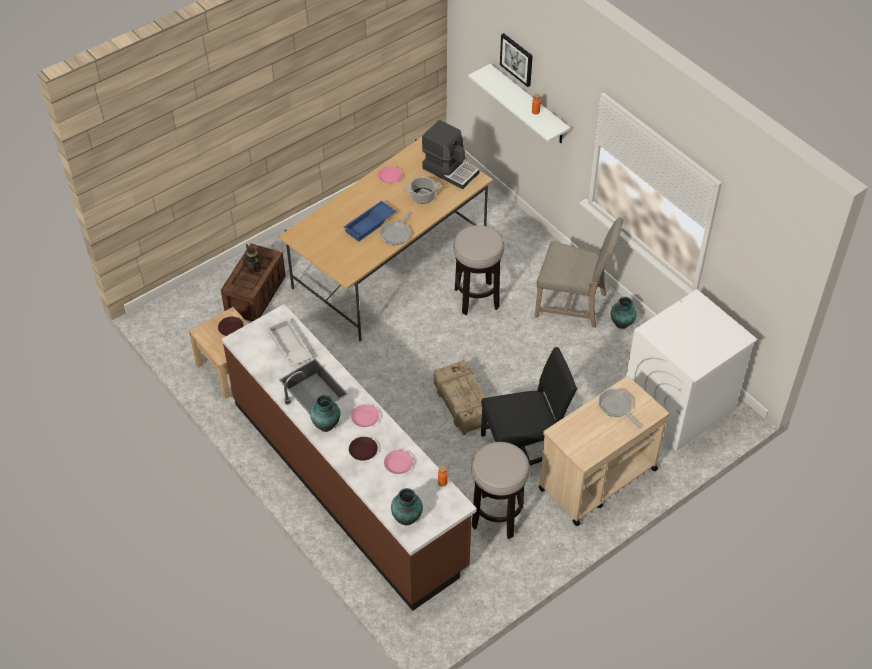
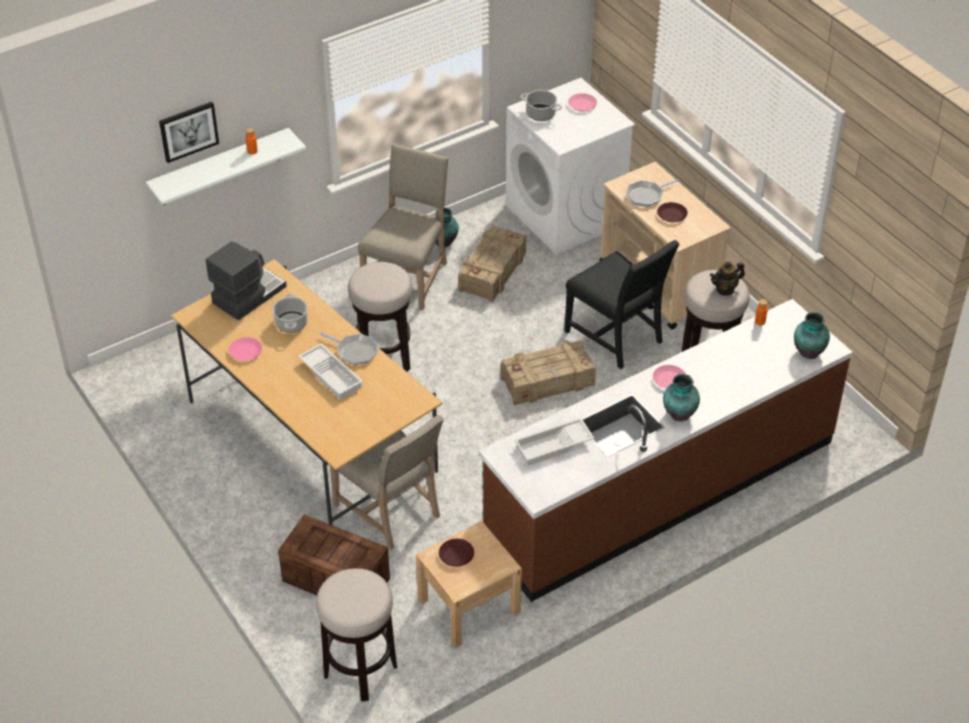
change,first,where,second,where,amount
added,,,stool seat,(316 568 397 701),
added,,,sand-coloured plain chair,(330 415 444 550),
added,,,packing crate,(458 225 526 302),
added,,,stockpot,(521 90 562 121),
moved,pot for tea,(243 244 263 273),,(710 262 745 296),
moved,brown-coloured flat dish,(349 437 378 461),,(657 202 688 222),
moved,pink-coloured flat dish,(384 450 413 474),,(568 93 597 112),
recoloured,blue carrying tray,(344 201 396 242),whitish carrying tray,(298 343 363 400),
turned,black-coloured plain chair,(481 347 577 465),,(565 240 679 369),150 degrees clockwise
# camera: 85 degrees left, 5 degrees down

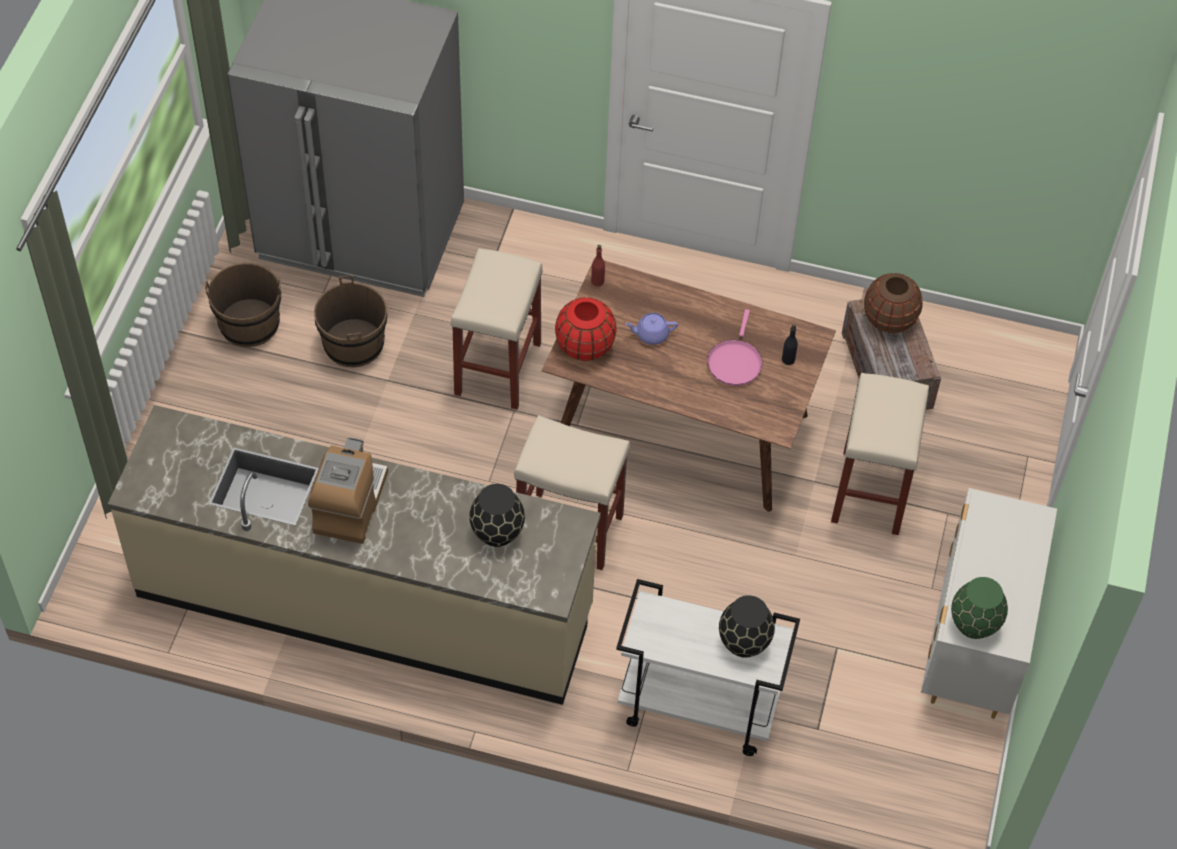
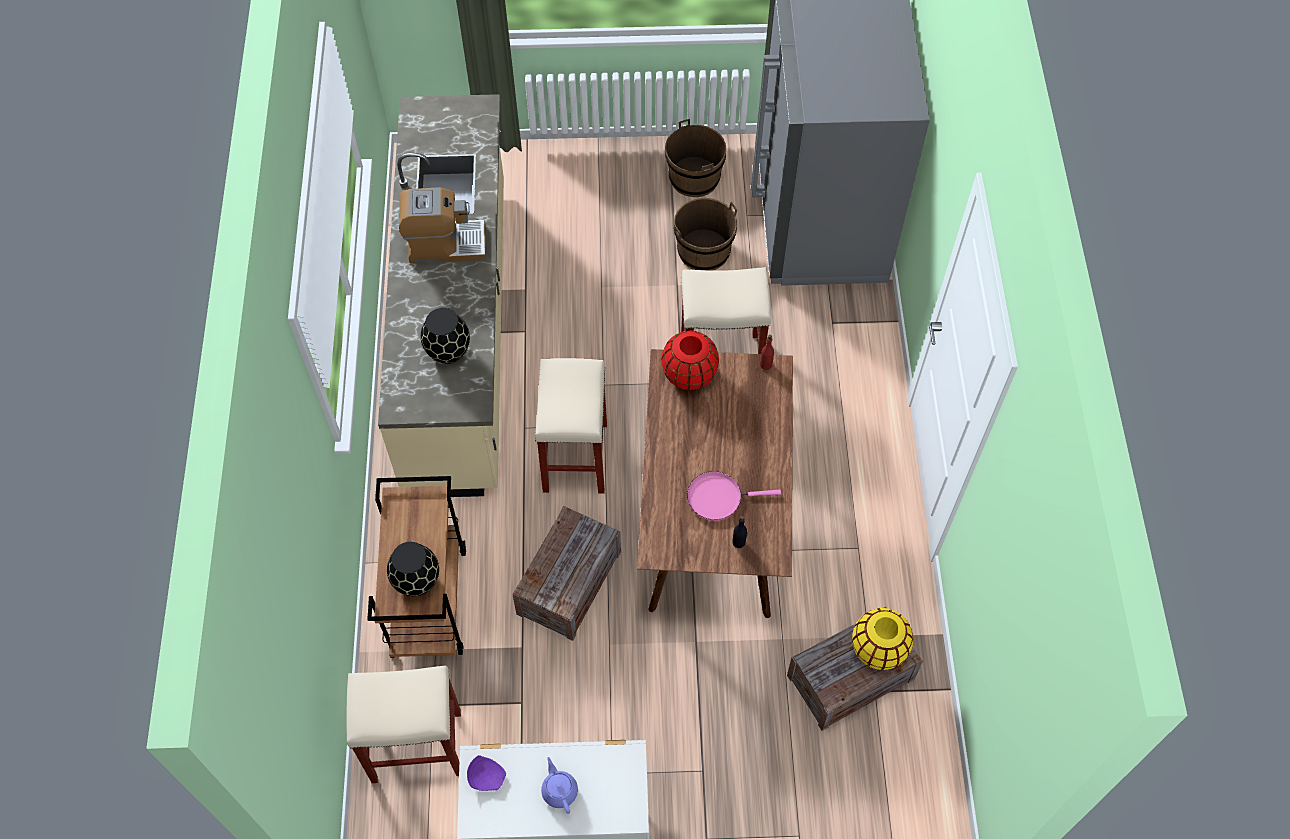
change,first,where,second,where,amount
added,,,packing crate,(512 506 621 641),
moved,purple-coloured pot for tea,(625 313 678 345),,(541 757 578 814),
moved,sand-coloured stool seat,(831 373 929 535),,(346 665 461 783),
replaced,green flower vase,(951 577 1008 639),purple-coloured flat dish,(467 755 506 791),
recoloured,whitish cart,(616 579 800 756),brown-coloured cart,(367 476 466 658),
recoloured,brown-coloured flower vase,(864 273 923 333),yellow flower vase,(852 608 913 670),
# camera: 75 degrees right, 5 degrees up

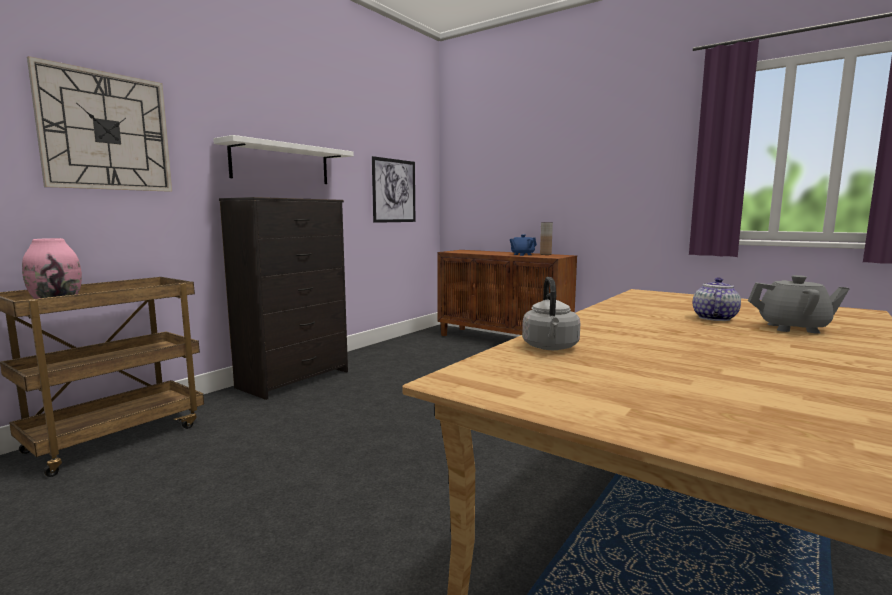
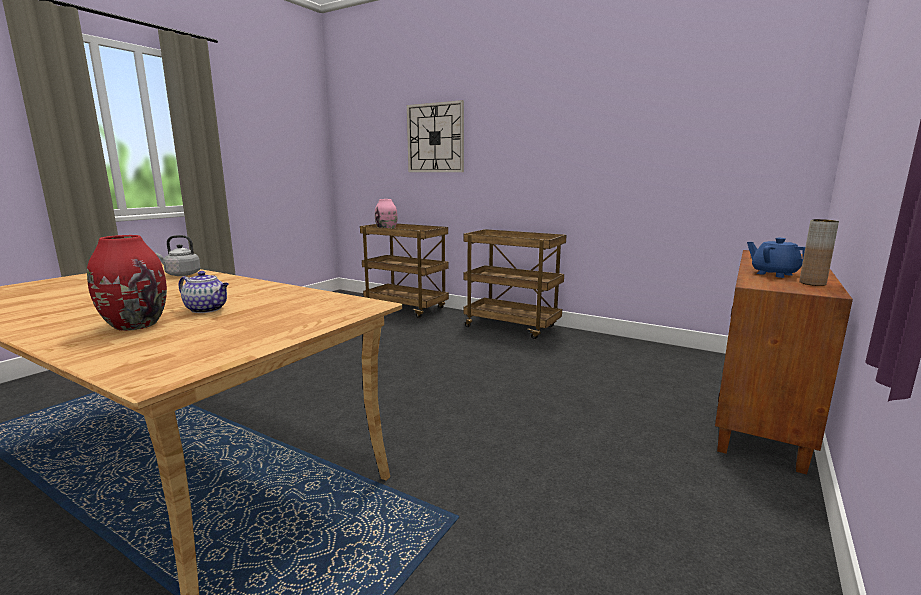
change,first,where,second,where,amount
removed,whitish shelf,(213 135 354 184),,,
removed,wall picture,(372 156 415 223),,,
replaced,black-coloured drawer chest,(219 197 348 400),brown-coloured cart,(463 229 567 339),
replaced,greyish pot for tea,(748 275 850 334),red flower vase,(87 235 167 331),
# camera: 85 degrees right, 5 degrees up

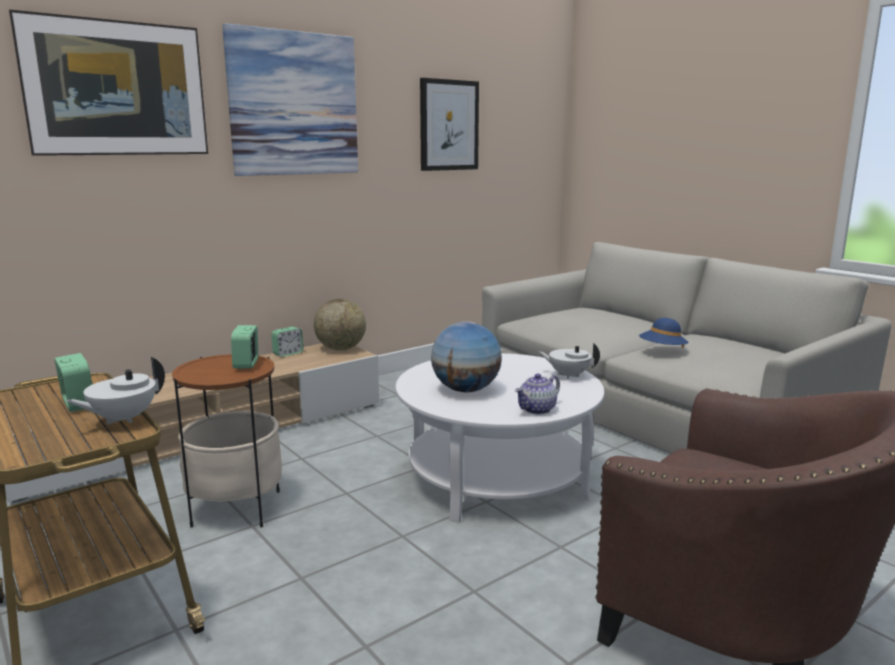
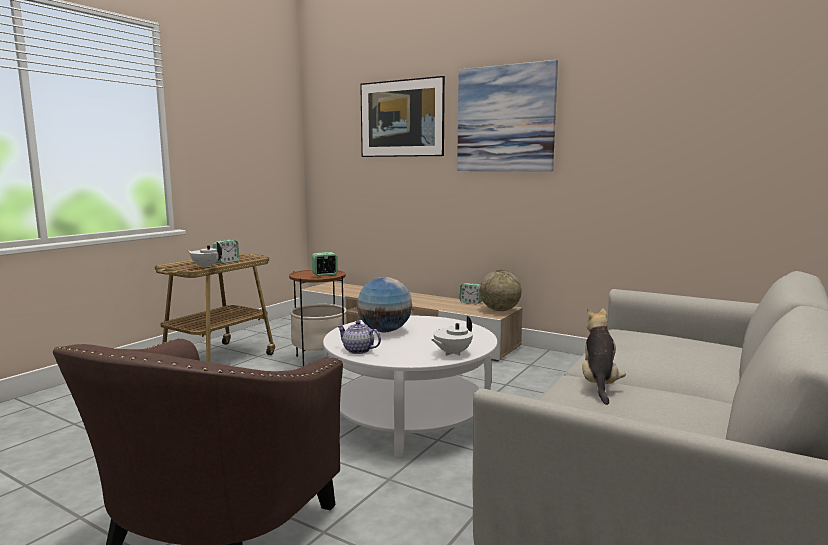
change,first,where,second,where,amount
removed,wall picture,(420 78 479 171),,,
replaced,blue hat,(639 318 688 348),soft toy,(582 308 626 405),
turned,whitish pot for tea,(538 343 600 379),,(431 316 473 356),135 degrees counterclockwise
# camera: 70 degrees right, 5 degrees down

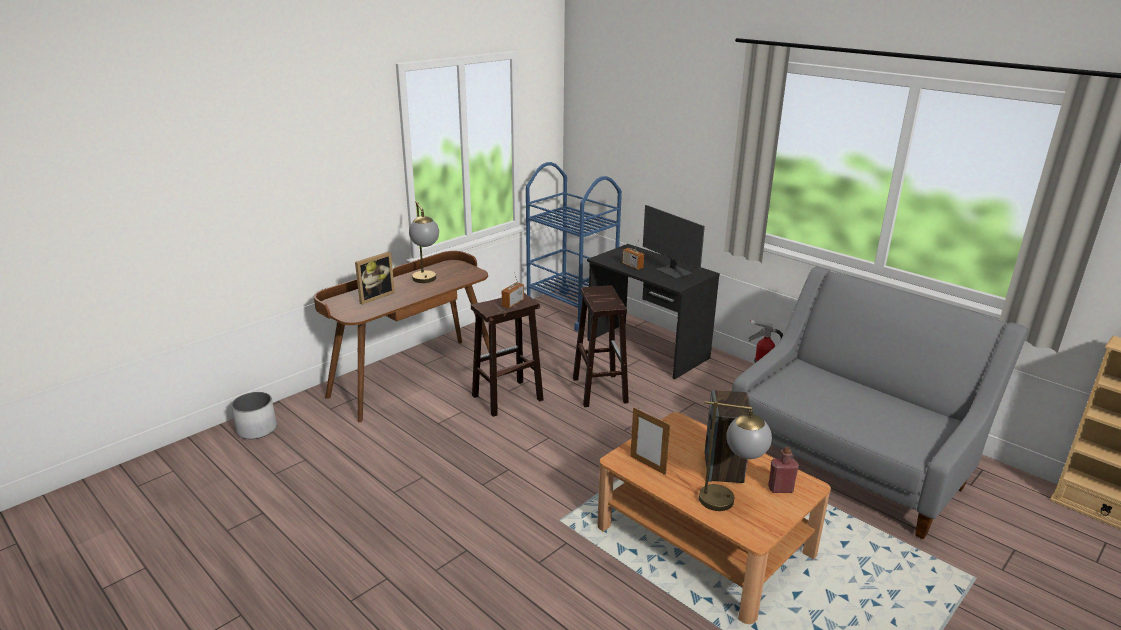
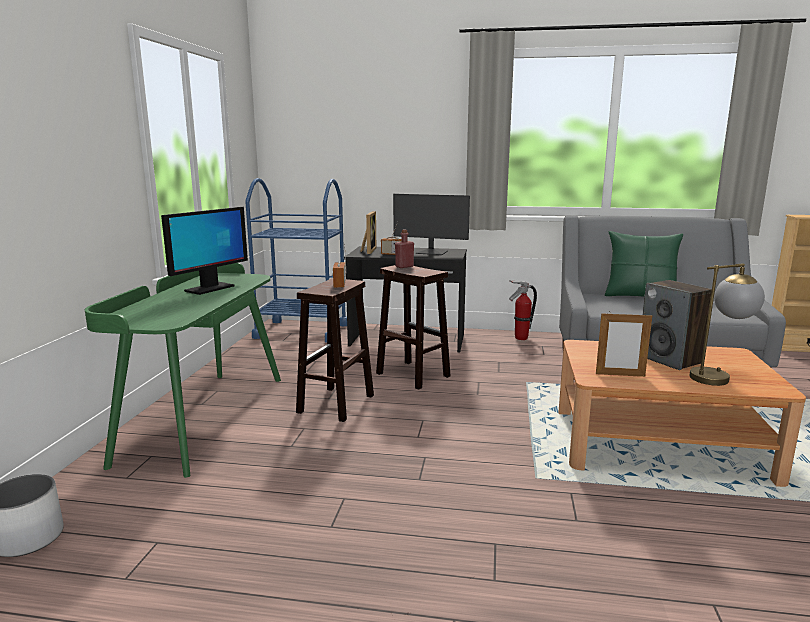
change,first,where,second,where,amount
added,,,green cushion,(605 231 683 297),
moved,picture frame,(355 251 395 305),,(360 211 376 254),
moved,red beverage bottle,(768 447 799 493),,(395 230 414 268),
replaced,table lamp,(409 201 439 283),computer display,(161 207 248 295),
recoloured,brown-coloured desk table,(314 251 489 422),green desk table,(85 263 281 478),
# camera: 35 degrees left, 10 degrees down

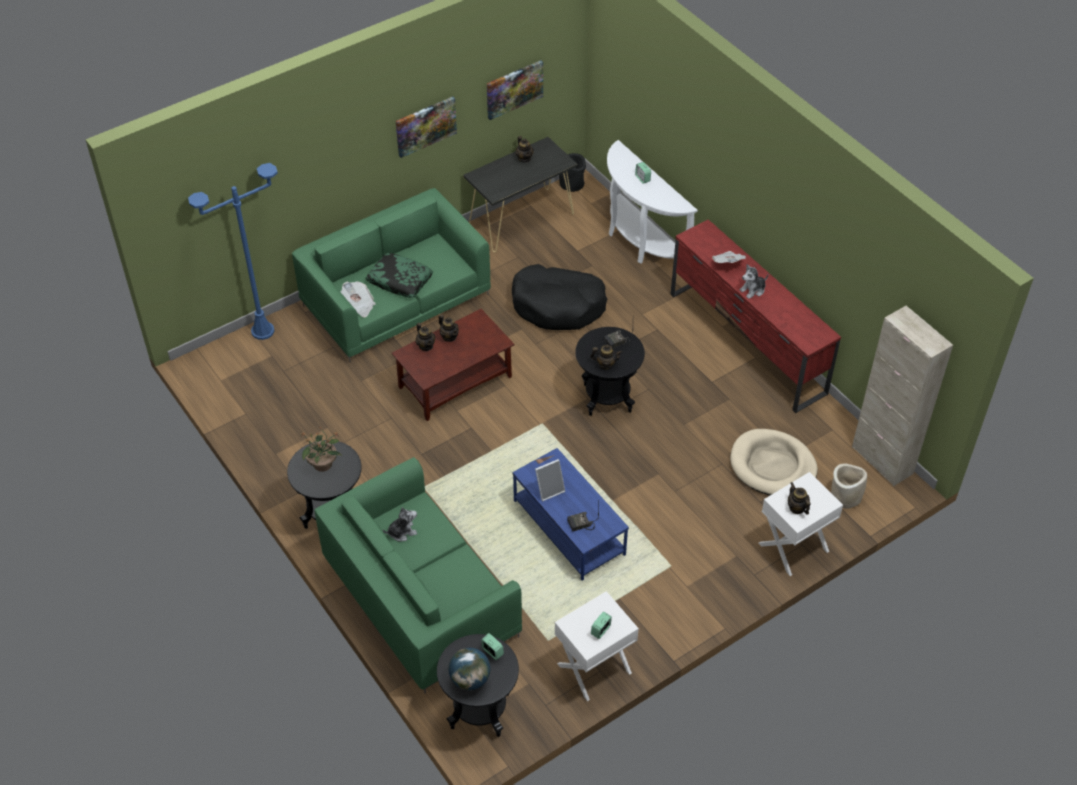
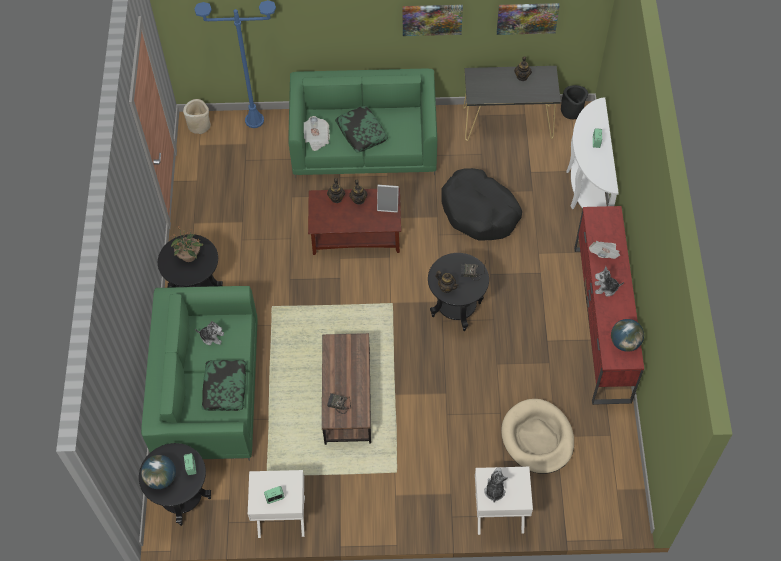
change,first,where,second,where,amount
removed,sand-coloured storage cabinet,(852 306 953 486),,,
added,,,cushion,(202 360 247 411),
added,,,desk globe,(611 319 644 352),
moved,picture frame,(535 459 565 501),,(377 185 399 213),
moved,sand-coloured plant pot,(831 463 867 509),,(183 99 211 134),
replaced,pot for tea,(788 482 811 515),soft toy,(484 467 508 503),
recoloured,blue coffee table,(512 448 629 581),brown-coloured coffee table,(322 333 371 445),
# camera: 35 degrees right, 10 degrees up

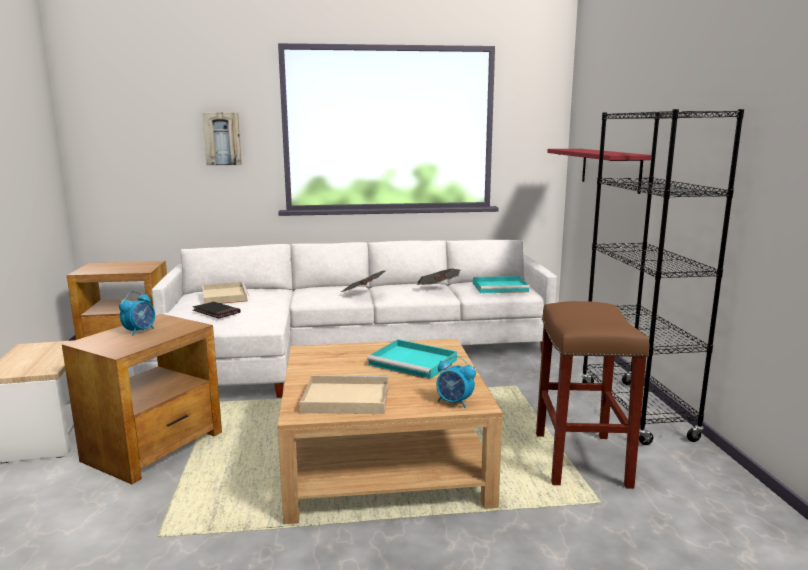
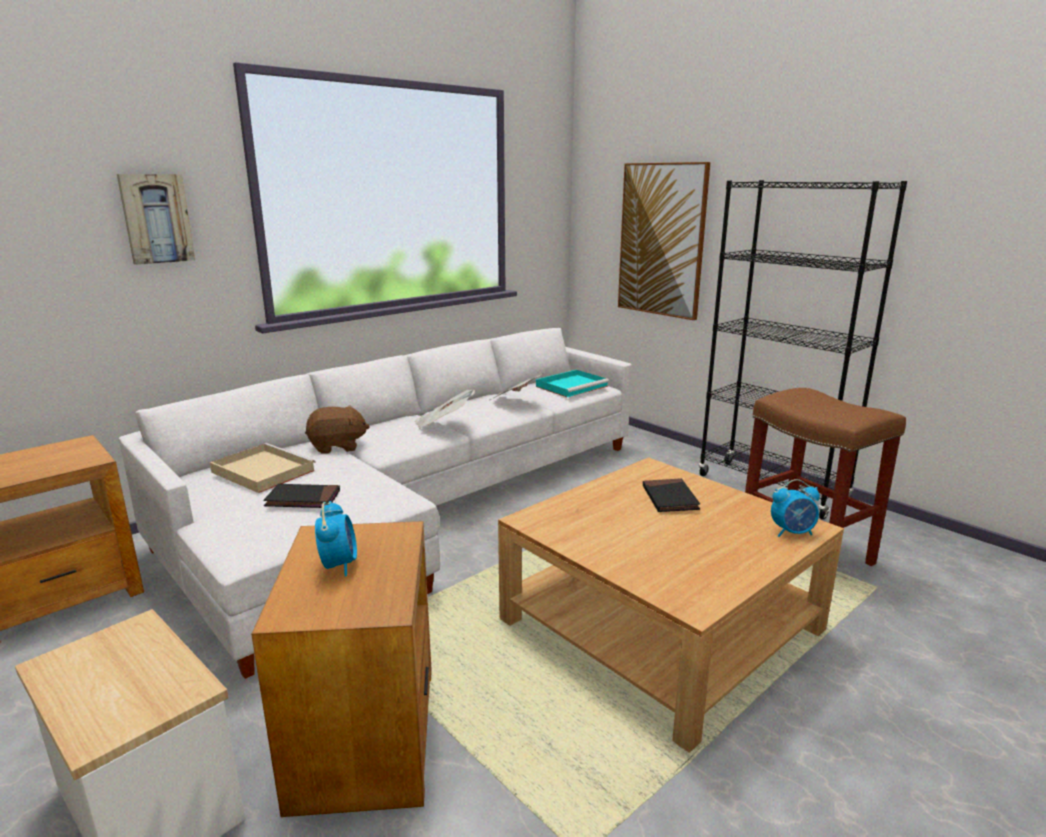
change,first,where,second,where,amount
removed,sand-coloured carrying tray,(299 375 388 414),,,
added,,,brown-coloured soft toy,(305 405 370 454),
replaced,turquoise carrying tray,(367 339 457 380),black-coloured bound book,(643 478 700 512),
replaced,red shelf,(547 149 651 194),wall picture,(618 162 710 320),
# camera: 35 degrees left, 5 degrees up

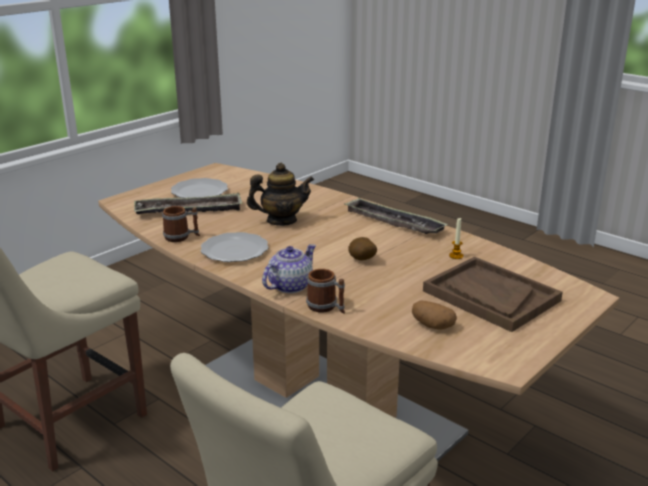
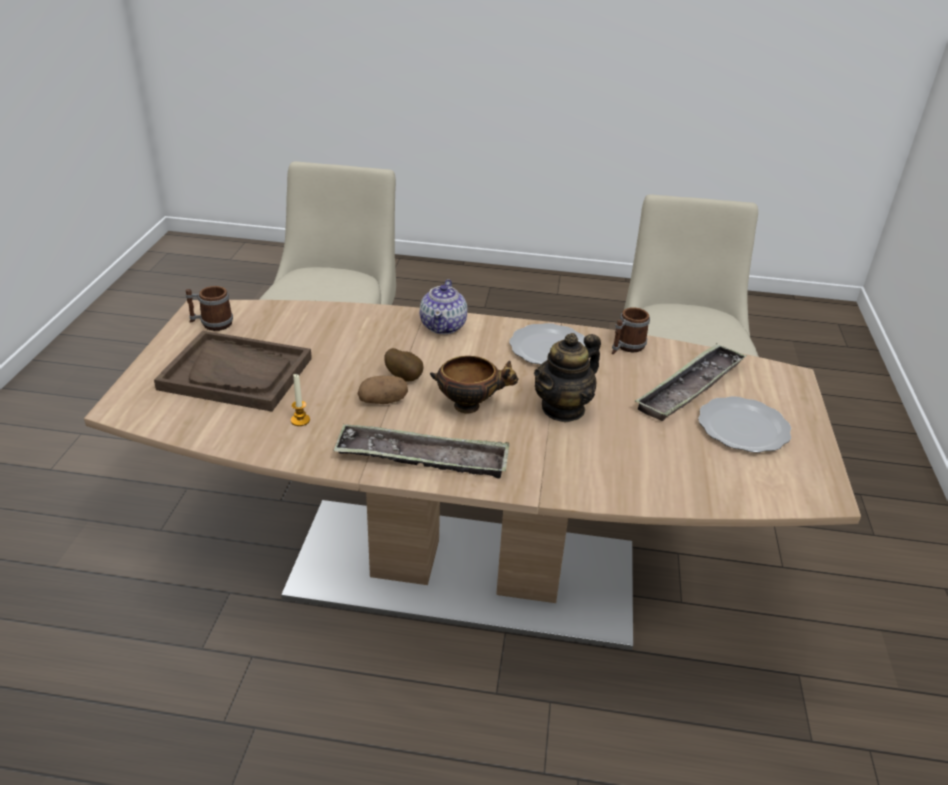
change,first,where,second,where,amount
added,,,bowl,(430 356 519 414),
moved,coffee mug,(306 269 345 314),,(186 286 233 331),
moved,whole potato,(412 301 457 329),,(358 376 408 404),
# camera: 145 degrees right, 10 degrees up

